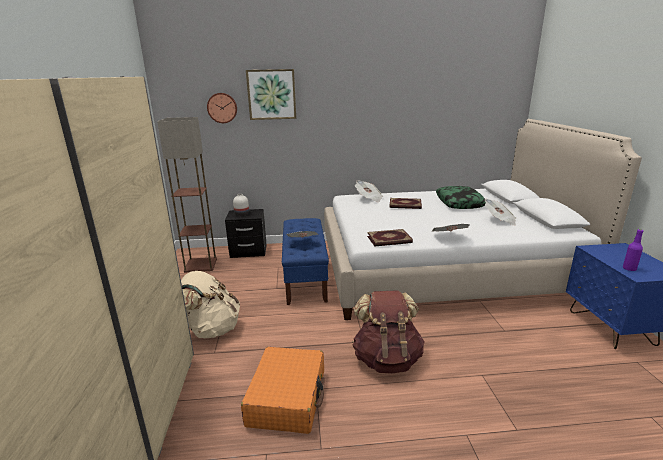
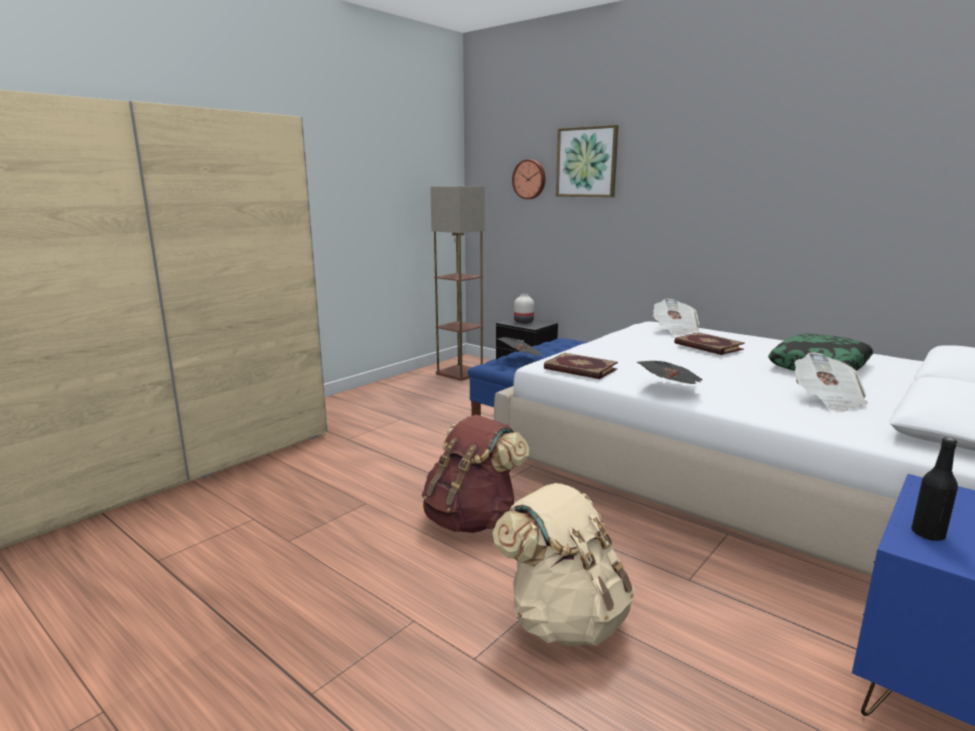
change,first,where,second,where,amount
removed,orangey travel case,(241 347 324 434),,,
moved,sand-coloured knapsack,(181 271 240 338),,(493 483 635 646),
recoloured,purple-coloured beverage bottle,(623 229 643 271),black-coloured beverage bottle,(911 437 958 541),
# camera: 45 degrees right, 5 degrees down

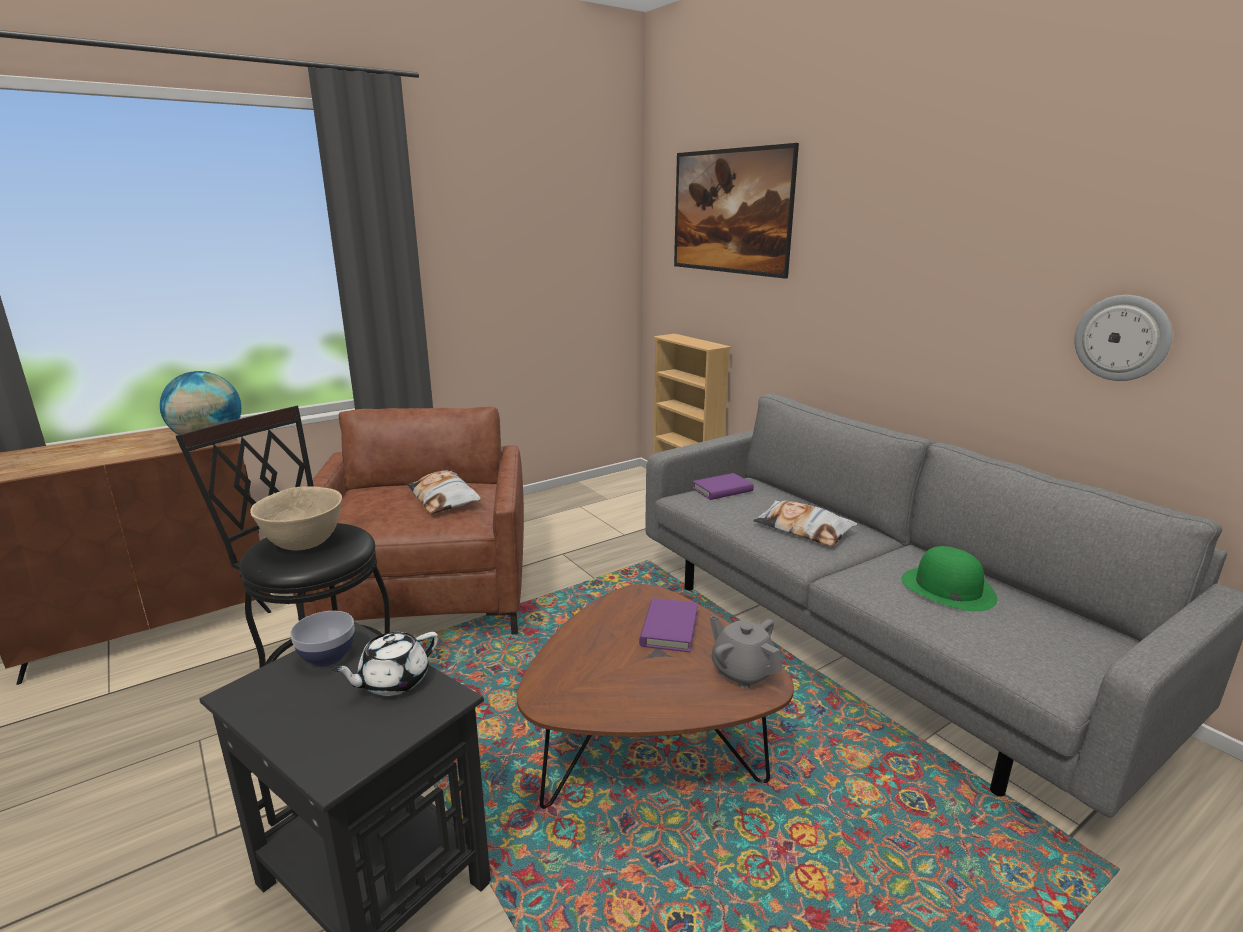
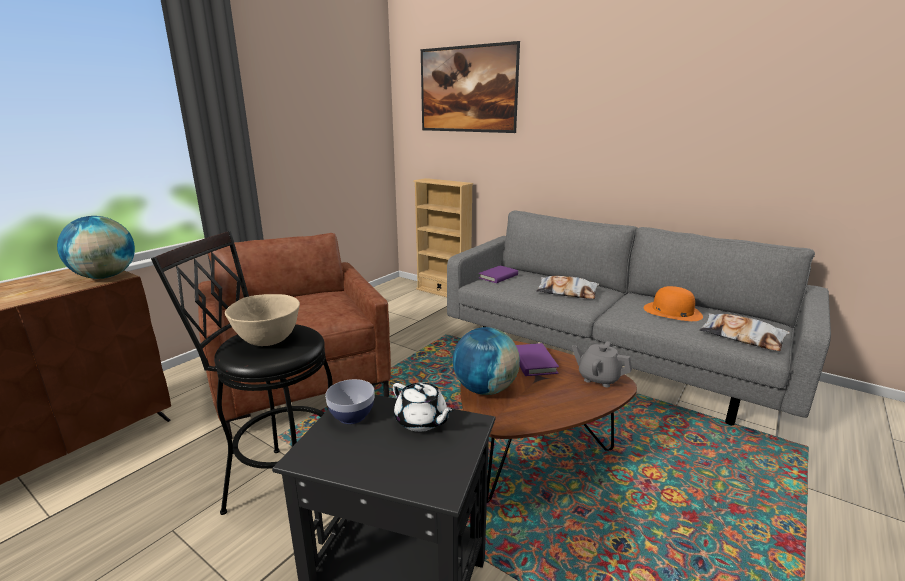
change,first,where,second,where,amount
removed,wall clock,(1074 295 1172 381),,,
added,,,desk globe,(453 327 520 395),
moved,cushion,(407 470 481 514),,(699 313 790 351),
recoloured,green hat,(901 546 997 612),orangey hat,(644 286 703 321),
turned,whitish pot for tea,(332 632 438 696),,(393 382 455 432),75 degrees counterclockwise
# camera: 20 degrees left, 0 degrees up

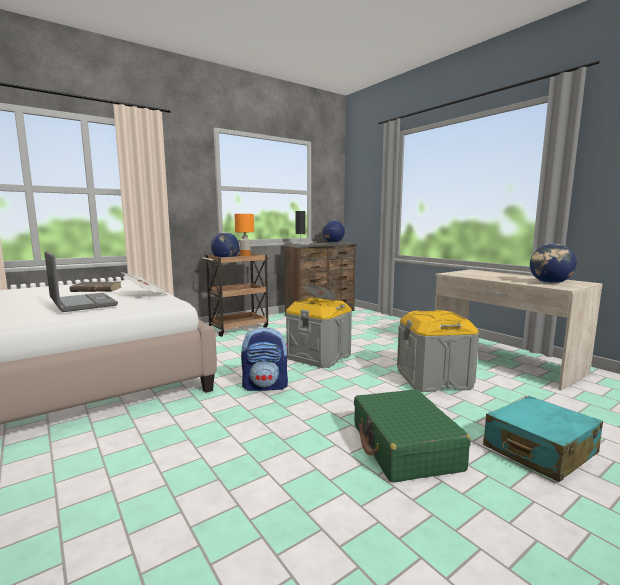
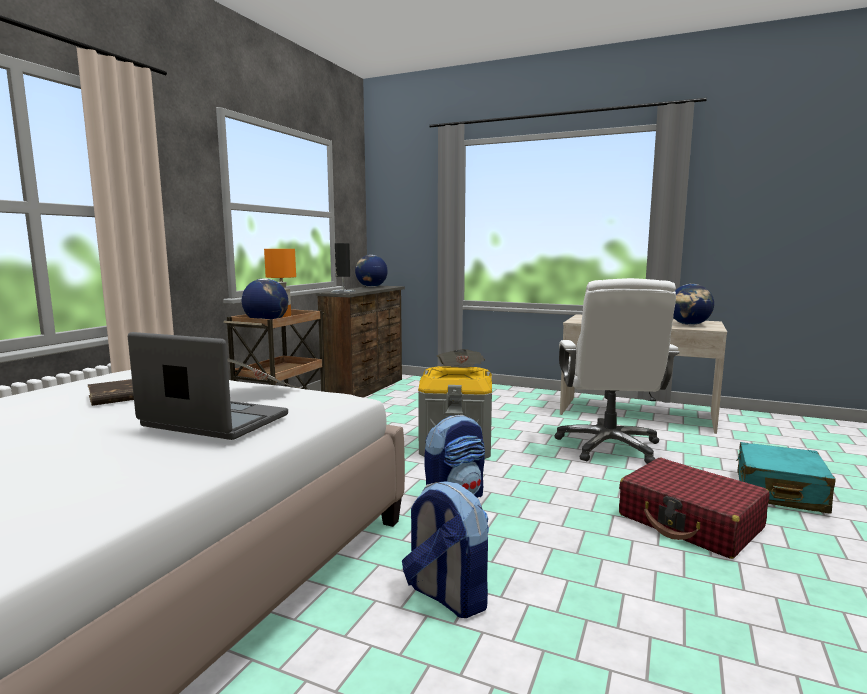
change,first,where,second,where,amount
added,,,knapsack,(402 481 489 618),
replaced,greyish storage bin,(397 310 479 392),whitish desk chair,(555 278 680 464),
recoloured,green travel case,(354 389 470 483),red travel case,(619 458 770 559),
# camera: 30 degrees left, 0 degrees up

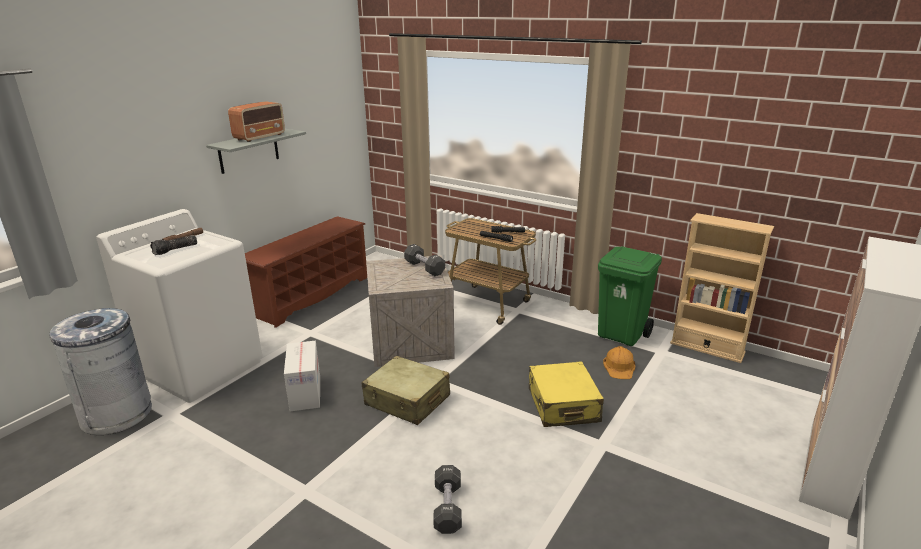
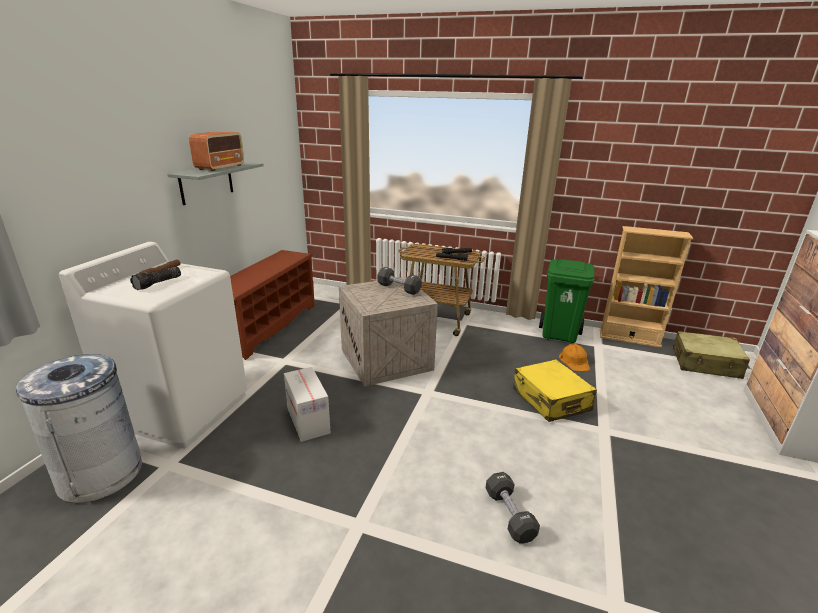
change,first,where,second,where,amount
moved,sand-coloured travel case,(361 356 450 425),,(673 331 750 379),
# camera: 15 degrees left, 0 degrees up

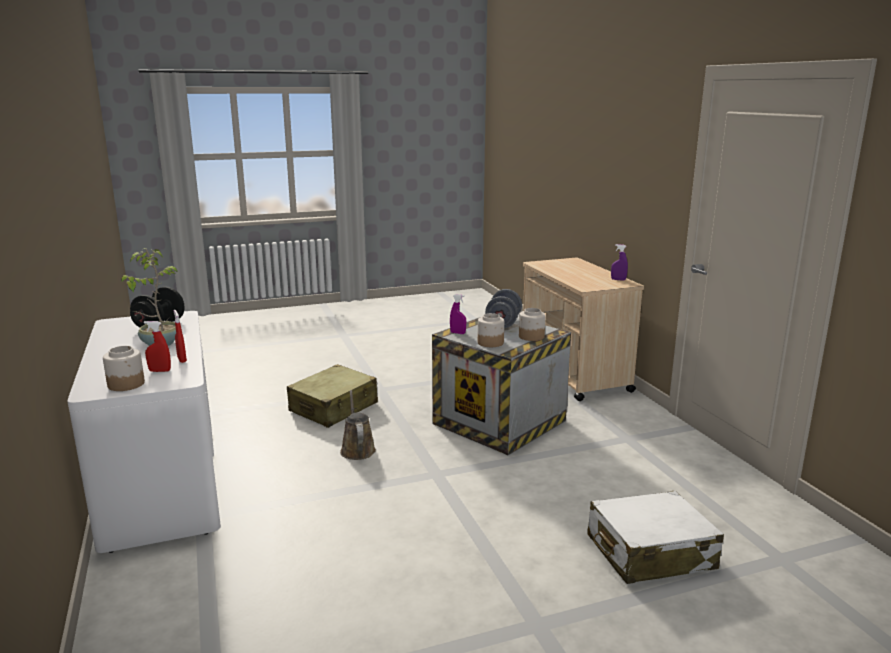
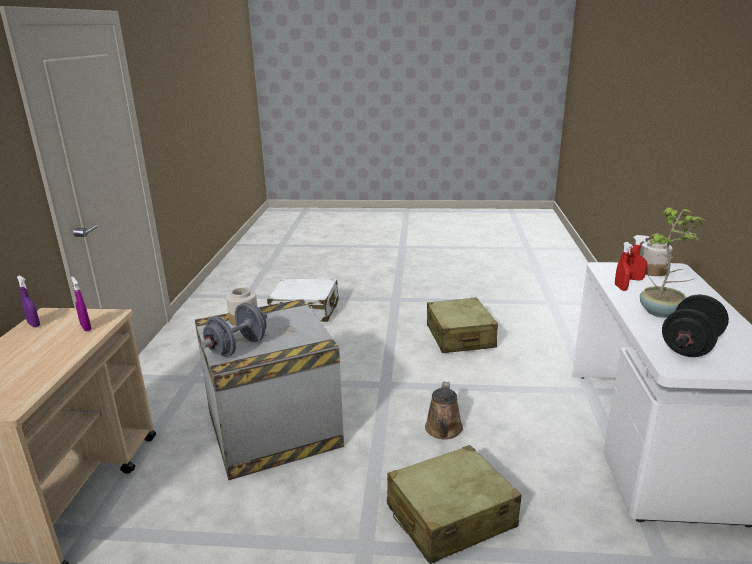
change,first,where,second,where,amount
removed,storage jar,(478 313 504 347),,,
added,,,sand-coloured travel case,(427 297 498 353),
moved,purple-coloured spray bottle,(450 294 466 334),,(71 276 91 331),
# camera: 155 degrees left, 5 degrees up

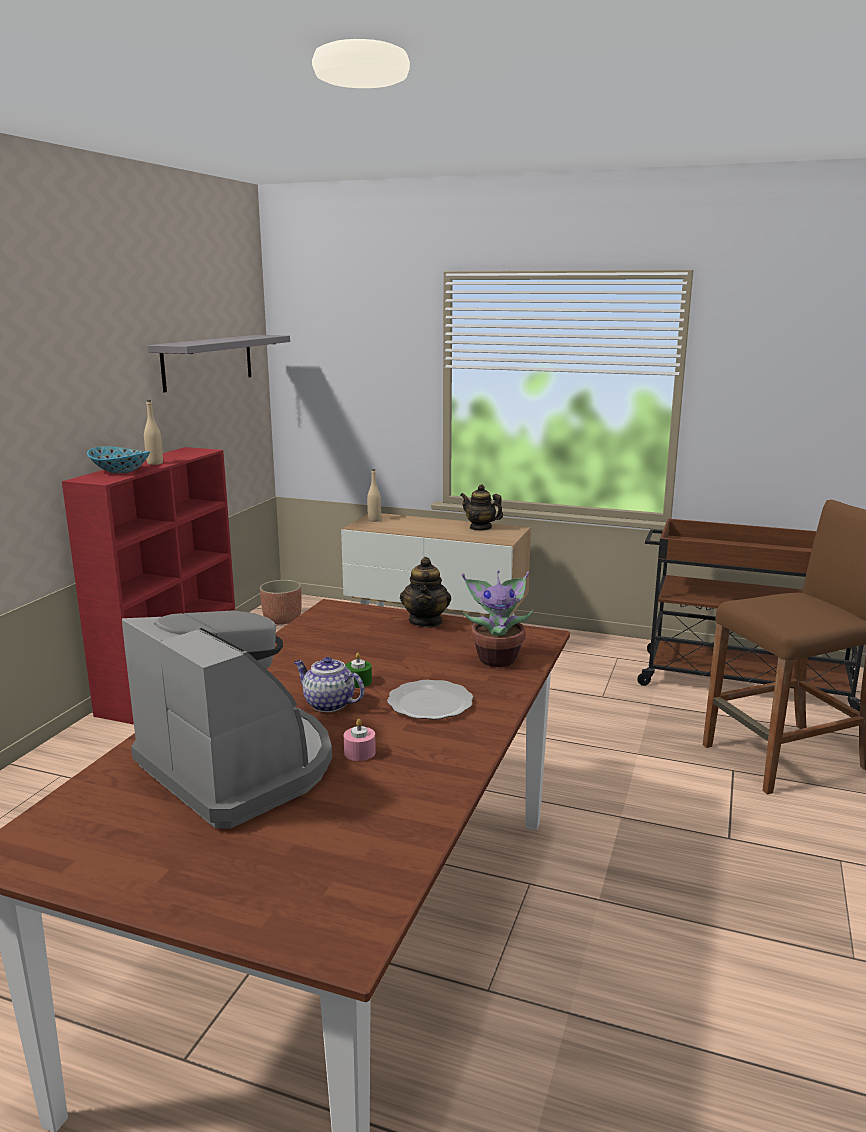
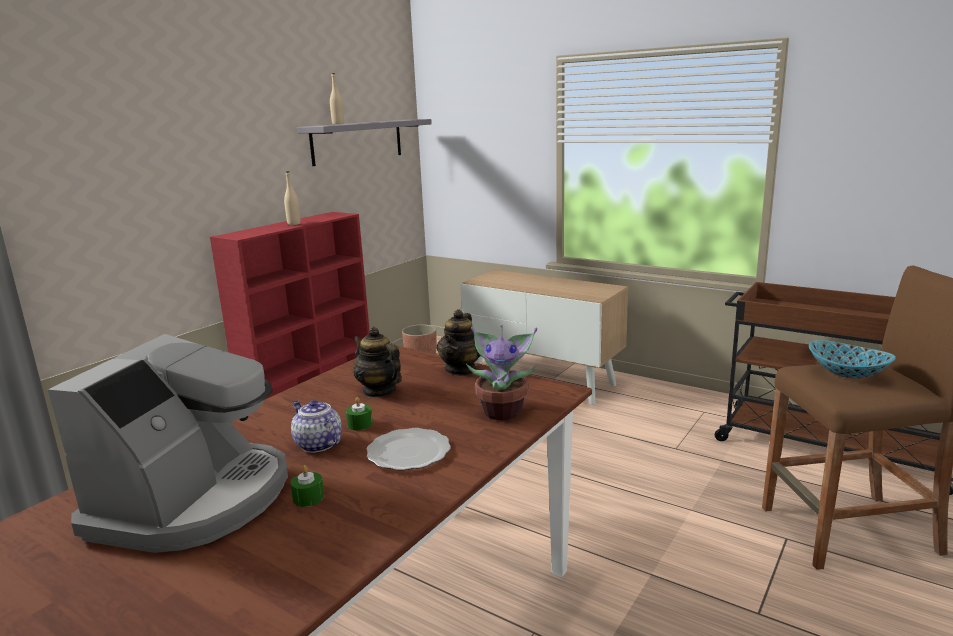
change,first,where,second,where,amount
moved,bowl,(87 446 150 474),,(809 340 896 379),
moved,sand-coloured beverage bottle,(367 469 381 522),,(330 73 344 124),
moved,pot for tea,(460 484 503 531),,(353 327 402 398),
recoloured,pink-coloured candle,(344 719 376 761),green candle,(290 465 324 507),
turned,coffee machine,(122 610 332 828),,(48 334 288 553),45 degrees clockwise
# camera: 15 degrees right, 0 degrees up

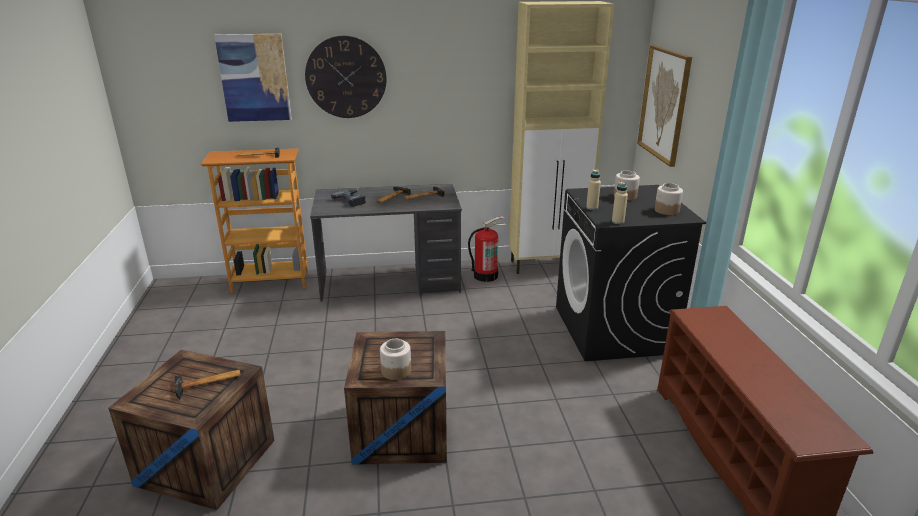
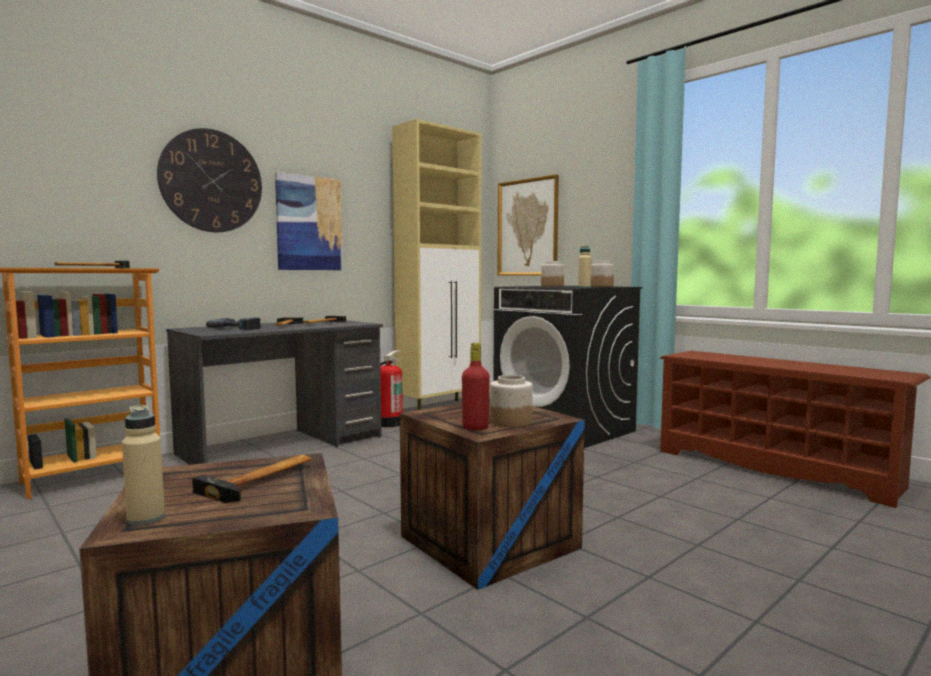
change,first,where,second,where,amount
added,,,red beverage bottle,(462 343 490 430),
moved,wall picture,(214 34 292 122),,(275 172 343 270),
moved,sand-coloured beverage bottle,(586 169 601 210),,(122 405 165 525),
# camera: 35 degrees left, 20 degrees down

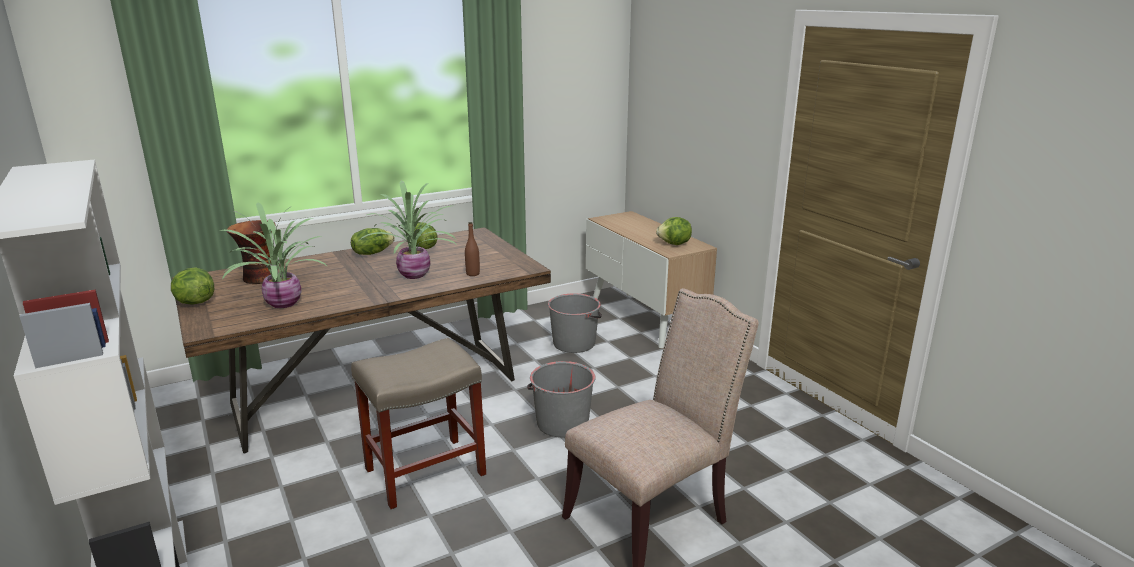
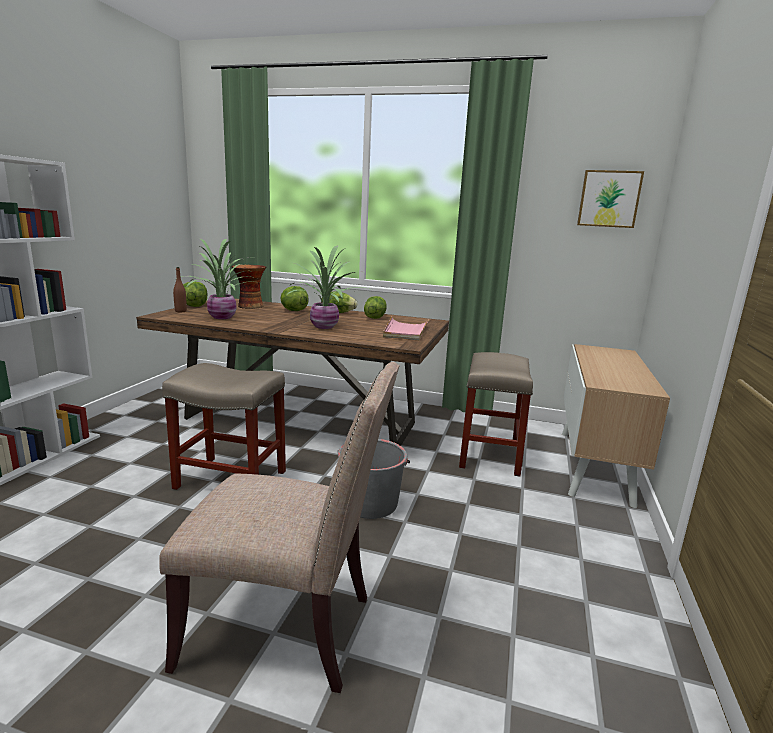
change,first,where,second,where,amount
added,,,pink-coloured carrying tray,(383 317 429 340),
added,,,wall picture,(577 170 644 228),
moved,brown-coloured beverage bottle,(465 222 480 276),,(173 267 187 312),
moved,head of lettuce,(656 217 692 245),,(280 286 309 311),
replaced,greyish water bucket,(548 293 602 353),sand-coloured stool seat,(459 352 533 476),
# camera: 45 degrees right, 5 degrees down

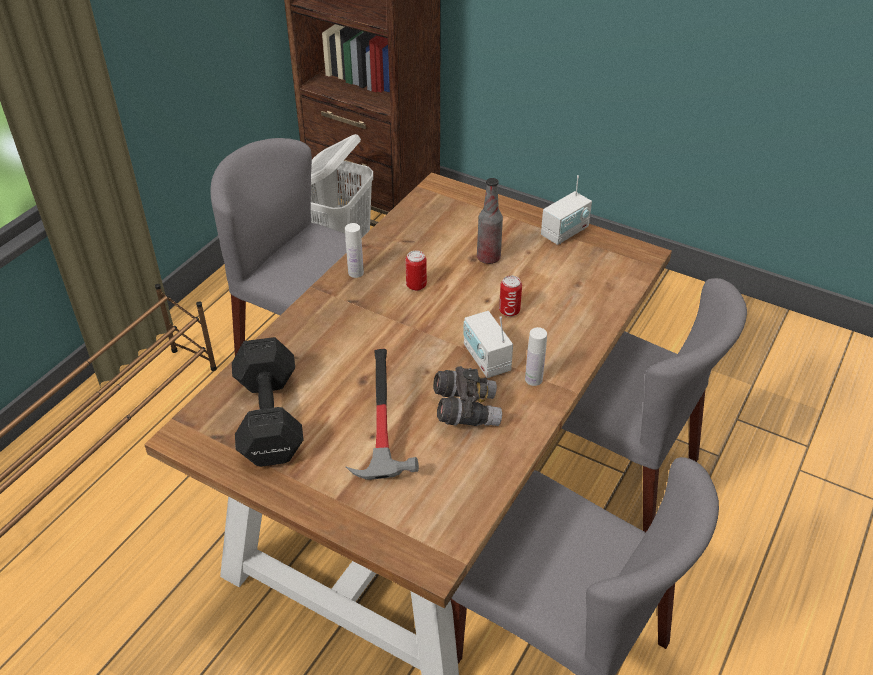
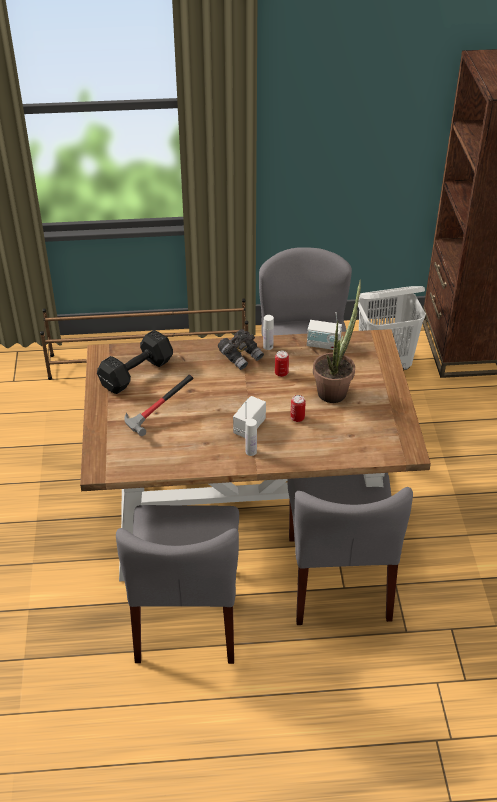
change,first,where,second,where,amount
moved,greyish pair of binoculars,(433 366 502 426),,(218 329 264 370),
moved,radio,(541 175 592 245),,(307 312 342 350),
replaced,beverage bottle,(477 178 503 264),potted plant,(313 279 361 403),
# camera: 55 degrees right, 0 degrees up

